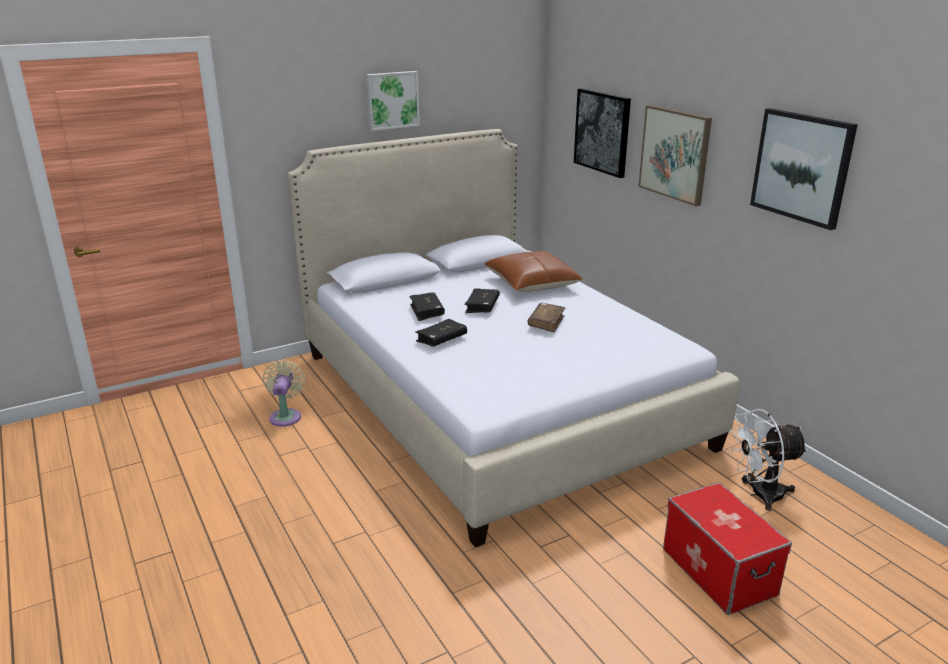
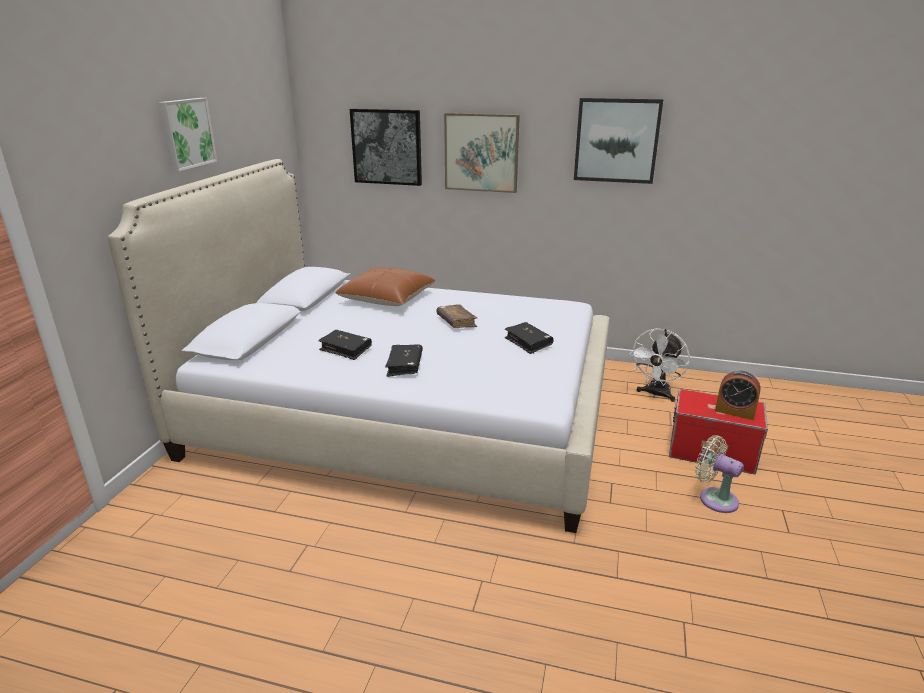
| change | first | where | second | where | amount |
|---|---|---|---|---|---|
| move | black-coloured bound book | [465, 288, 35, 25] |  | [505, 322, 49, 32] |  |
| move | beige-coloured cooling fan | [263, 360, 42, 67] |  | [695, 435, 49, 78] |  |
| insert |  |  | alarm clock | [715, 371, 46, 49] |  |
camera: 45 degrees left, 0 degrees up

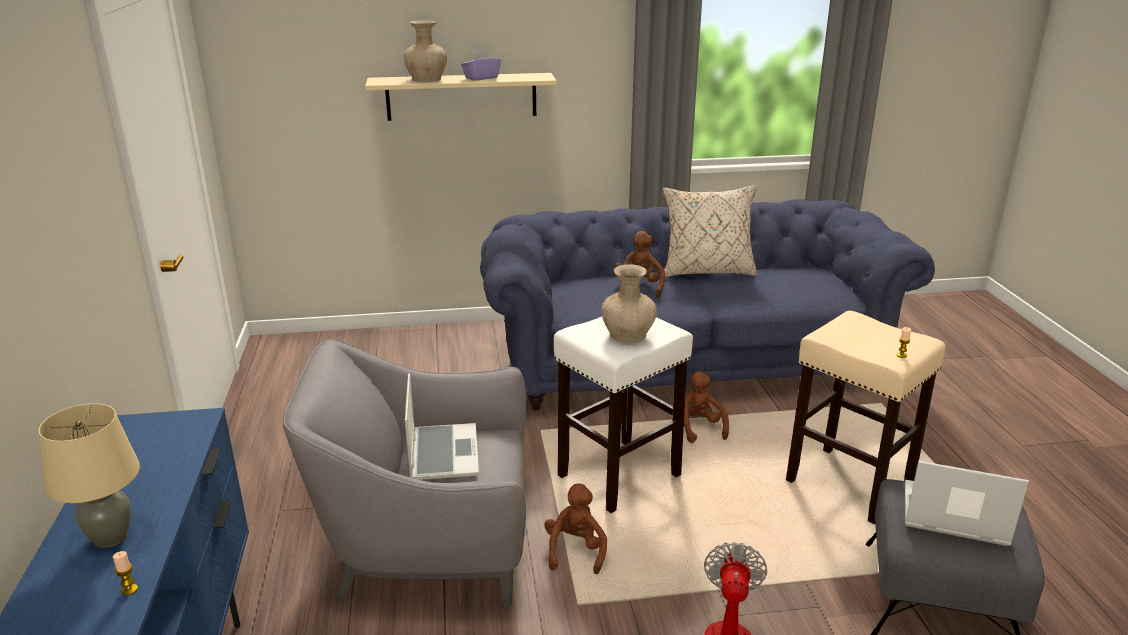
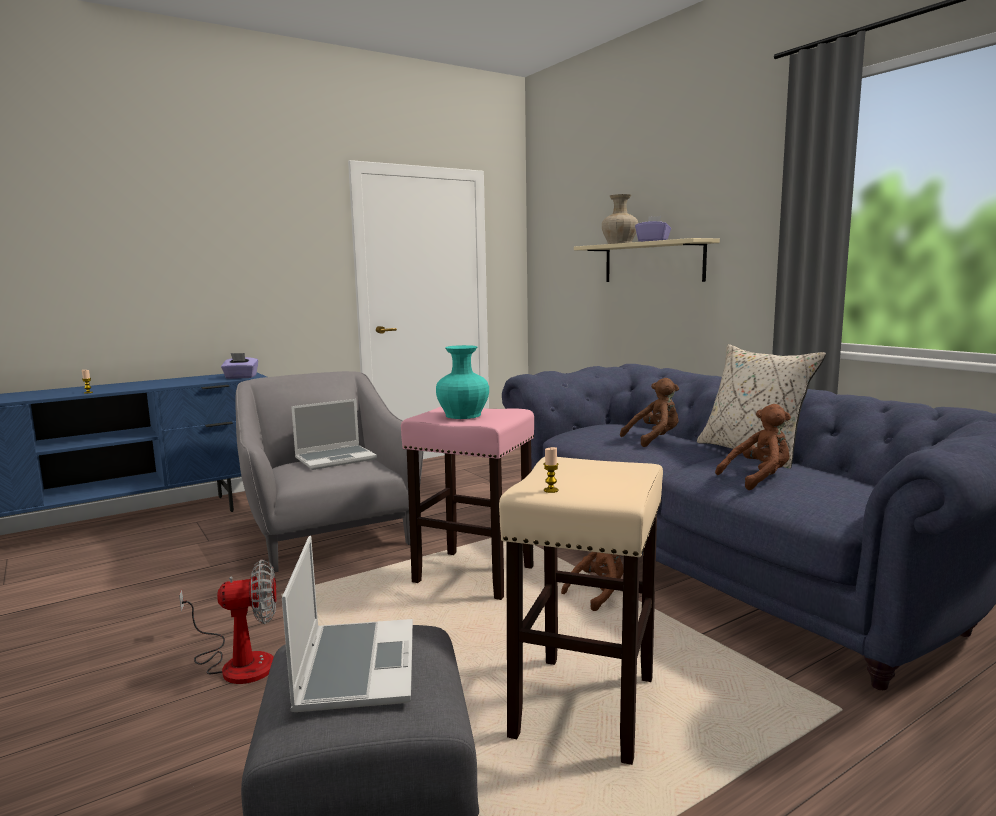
| change | first | where | second | where | amount |
|---|---|---|---|---|---|
| insert |  |  | purplish box of tissues | [221, 353, 37, 26] |  |
| recolor | white-coloured sitting stool | [554, 316, 139, 197] | pinkish sitting stool | [401, 407, 133, 193] |  |
| recolor | beige-coloured decorative vase | [601, 264, 56, 79] | turquoise-coloured decorative vase | [436, 345, 53, 74] |  |
| move | brownish plush toy | [544, 483, 63, 91] |  | [715, 404, 76, 86] |  |
| delete | beige-coloured lamp for a table | [38, 403, 102, 145] |  |  |  |
camera: 65 degrees right, 15 degrees down

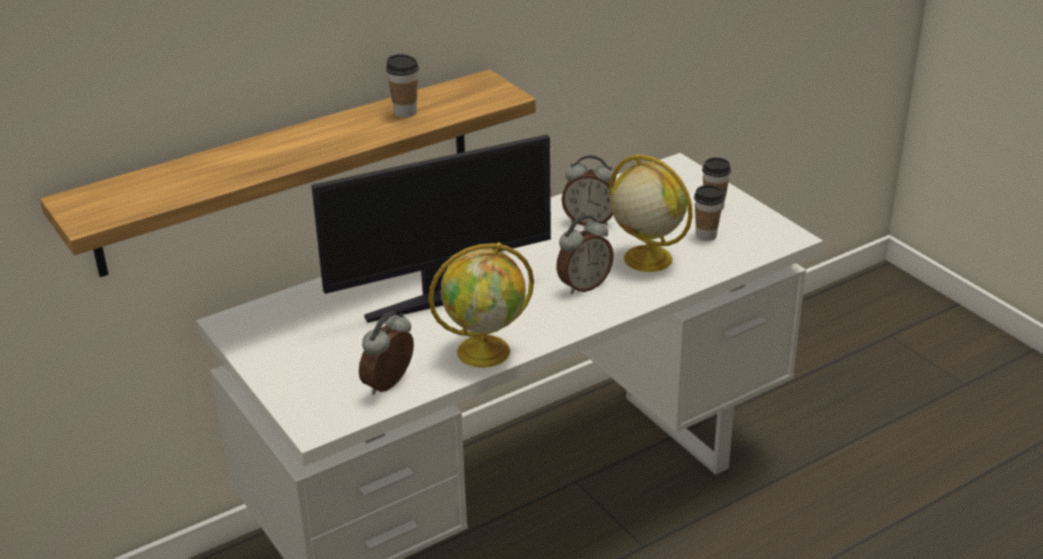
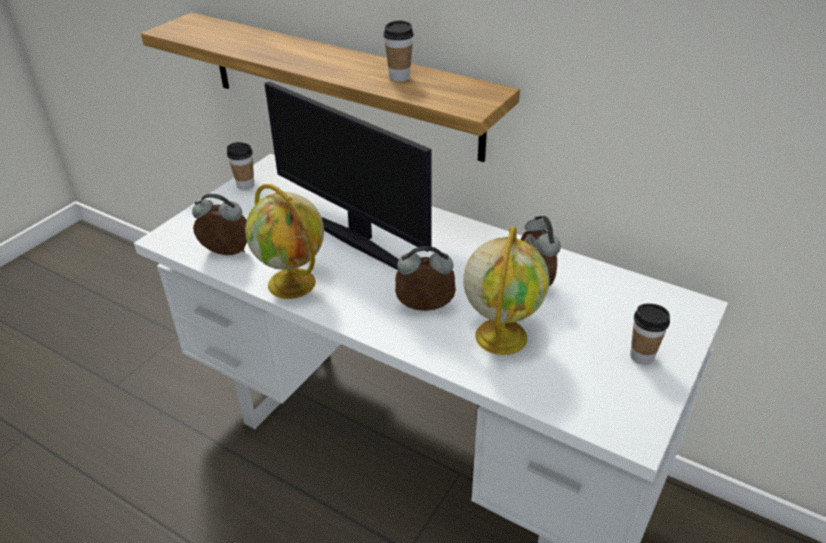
| change | first | where | second | where | amount |
|---|---|---|---|---|---|
| move | cup | [694, 185, 30, 56] |  | [227, 142, 27, 48] |  |
| rotate | alarm clock | [556, 215, 58, 79] |  | [395, 246, 61, 65] | 150 degrees clockwise |
camera: 65 degrees right, 5 degrees up

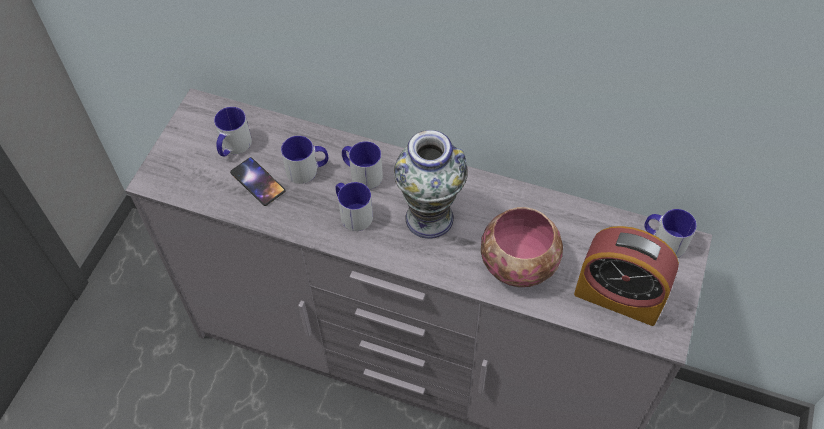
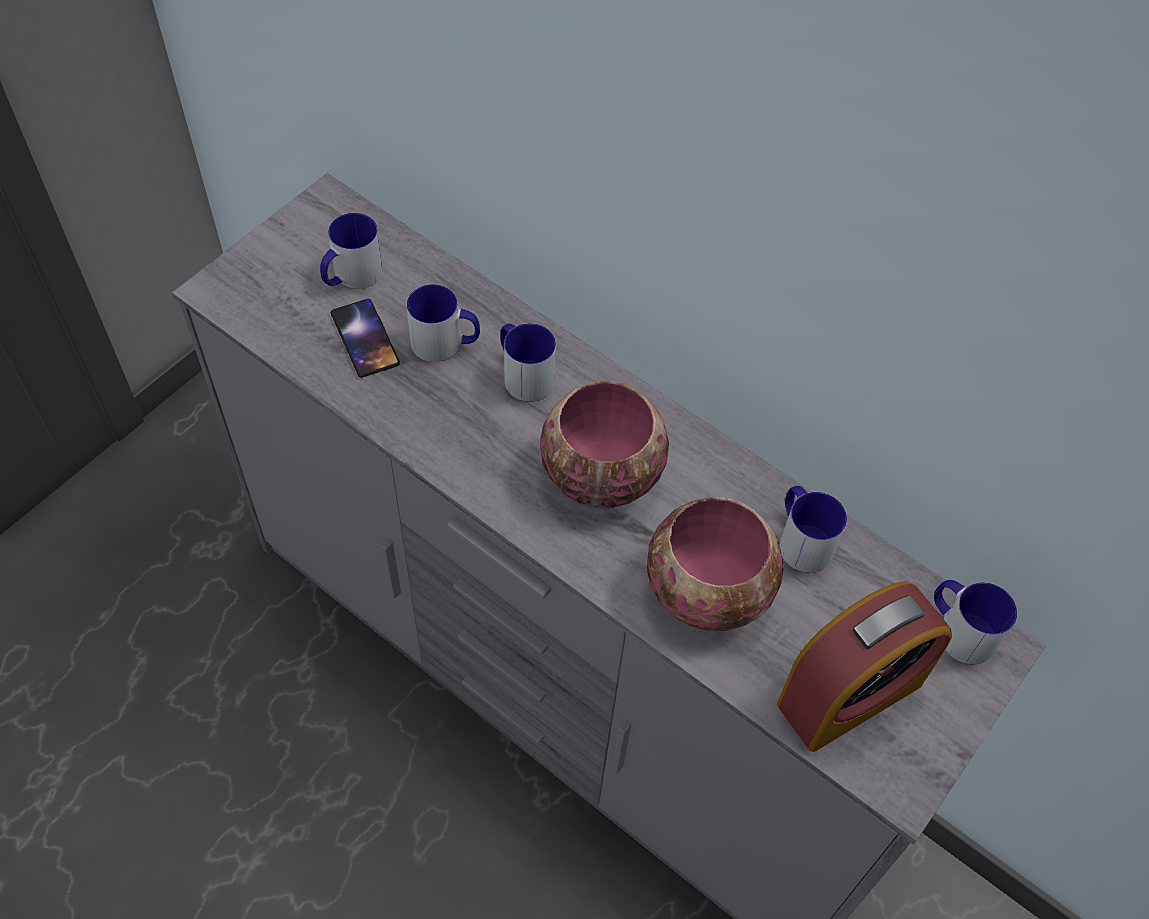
| change | first | where | second | where | amount |
|---|---|---|---|---|---|
| replace | decorative vase | [394, 130, 74, 109] | serving bowl | [540, 381, 129, 127] |  |
| rotate | alarm clock | [574, 226, 105, 100] |  | [777, 581, 175, 171] | 75 degrees counterclockwise |
| move | coffee mug | [335, 182, 38, 49] |  | [780, 486, 67, 87] |  |
camera: 15 degrees right, 0 degrees up

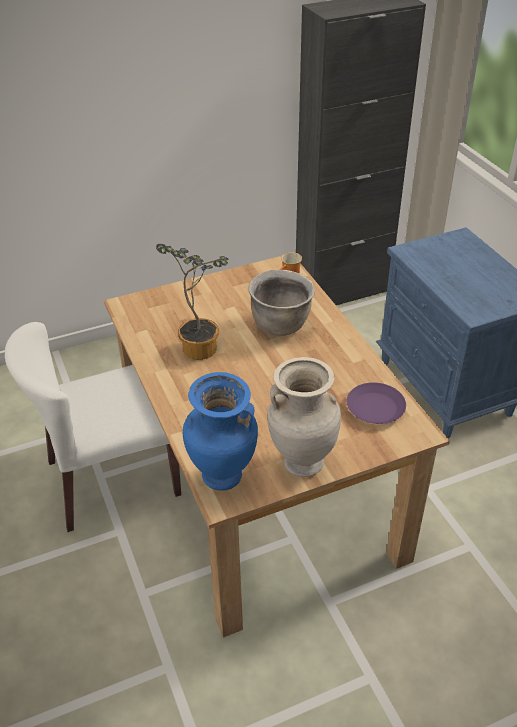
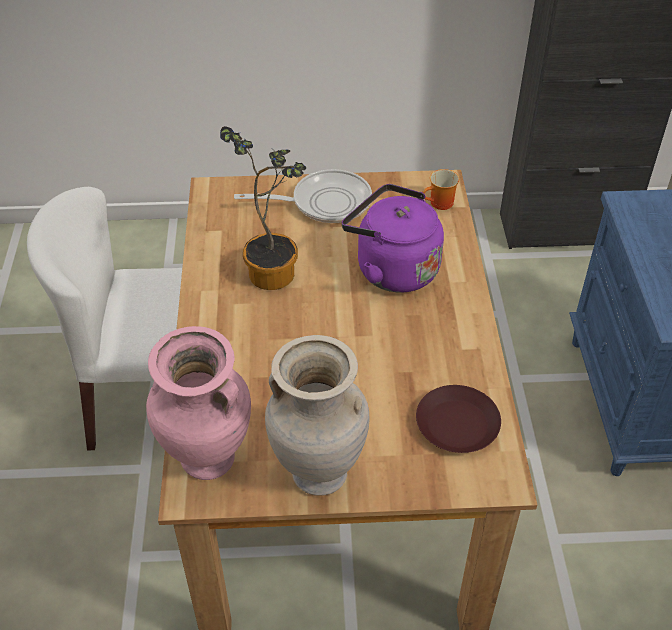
| change | first | where | second | where | amount |
|---|---|---|---|---|---|
| recolor | blue decorative vase | [183, 372, 75, 119] | pinkish decorative vase | [146, 326, 105, 154] |  |
| insert |  |  | frying pan | [234, 169, 138, 54] |  |
| replace | brownish saucepot | [249, 270, 66, 66] | purplish water kettle | [342, 184, 102, 109] |  |
| recolor | purplish dinner plate | [347, 382, 59, 42] | brownish dinner plate | [416, 385, 85, 68] |  |
camera: 20 degrees right, 5 degrees up

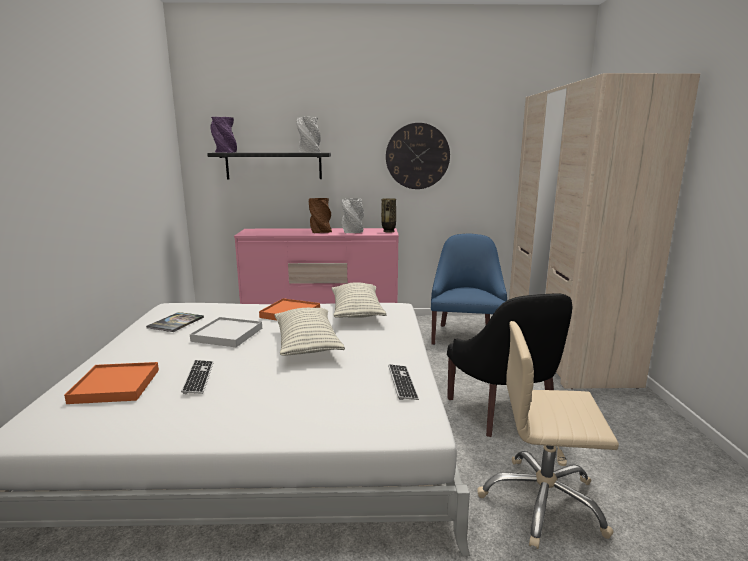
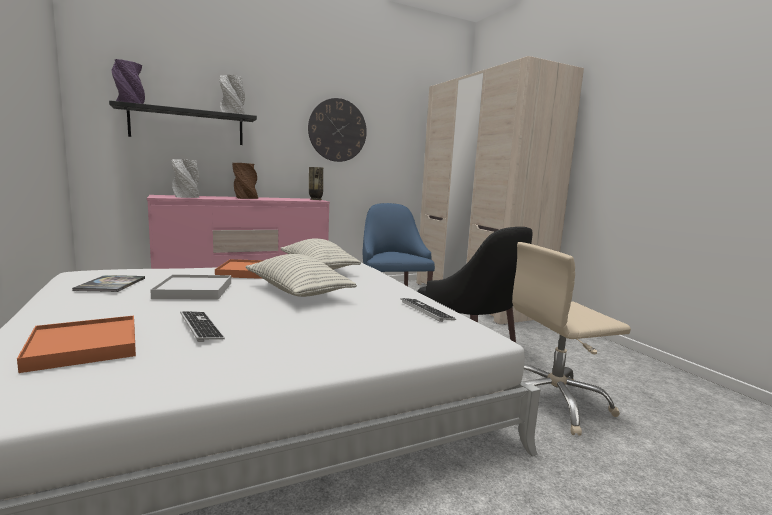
| change | first | where | second | where | amount |
|---|---|---|---|---|---|
| move | grey decorative vase | [342, 198, 22, 35] |  | [172, 159, 27, 39] |  |
camera: 25 degrees left, 5 degrees down

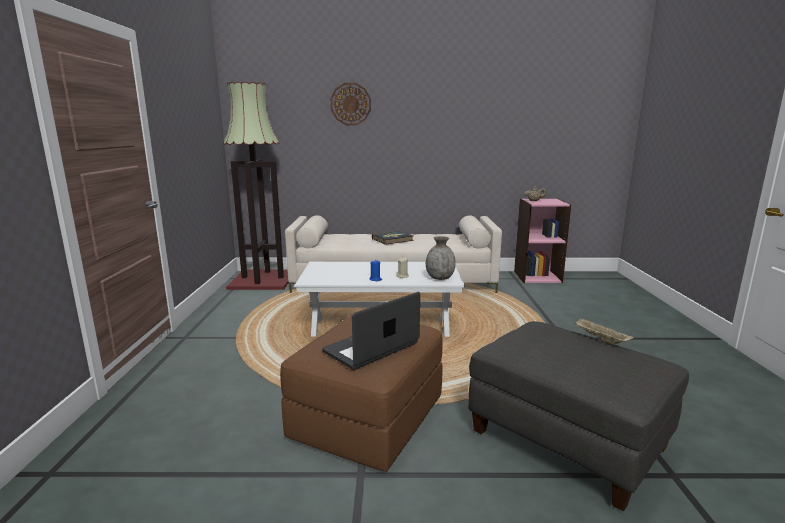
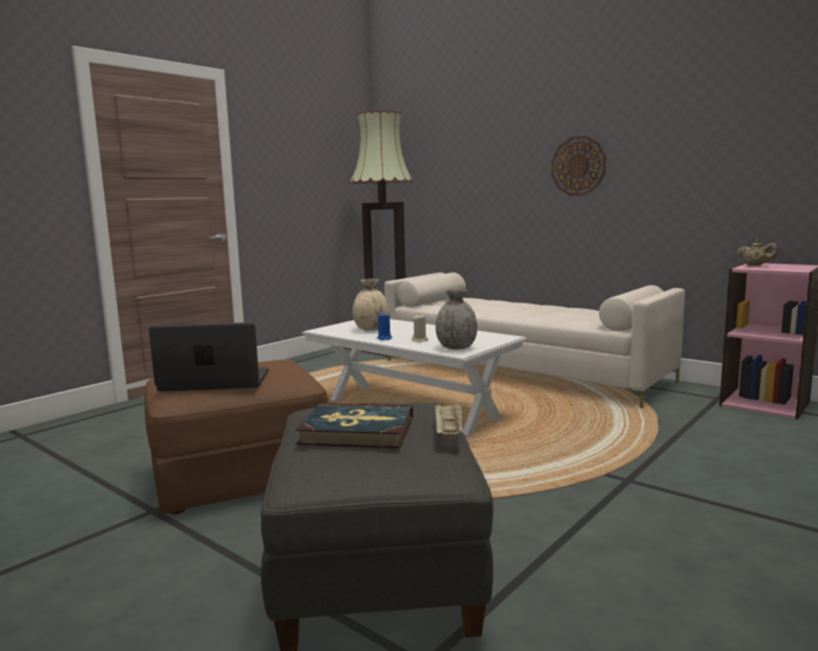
| change | first | where | second | where | amount |
|---|---|---|---|---|---|
| move | bound book | [372, 231, 42, 14] |  | [295, 403, 118, 45] |  |
| insert |  |  | beige-coloured decorative vase | [353, 279, 36, 52] |  |
| move | hanging clock | [330, 83, 41, 42] |  | [551, 136, 55, 60] |  |
camera: 40 degrees right, 5 degrees down

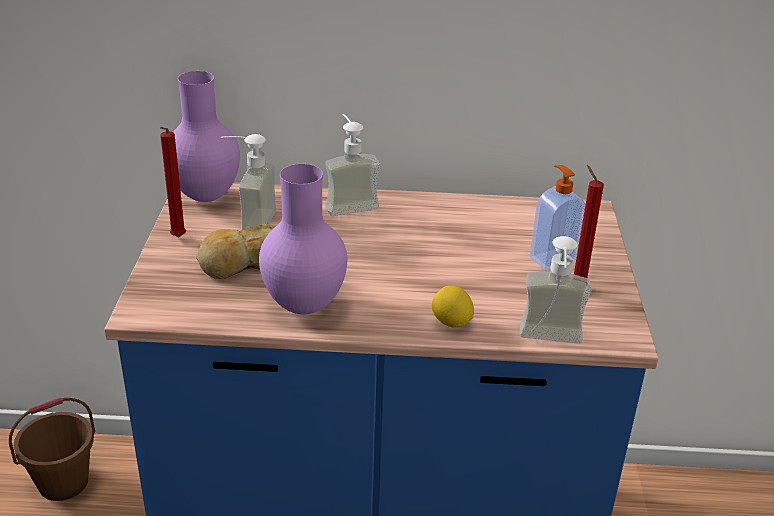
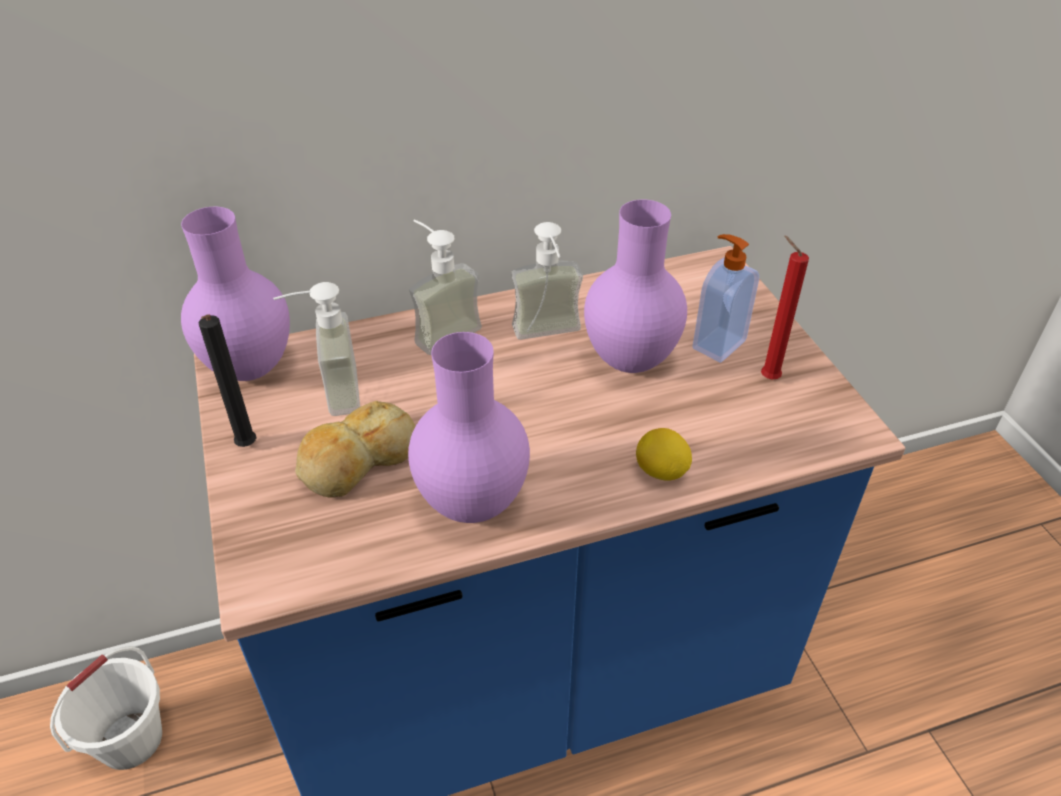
| change | first | where | second | where | amount |
|---|---|---|---|---|---|
| recolor | brownish bucket | [9, 397, 86, 104] | white-coloured bucket | [50, 646, 112, 124] |  |
| recolor | red wax candle | [160, 127, 26, 110] | black-coloured wax candle | [199, 314, 57, 133] |  |
| move | soap bottle | [520, 236, 71, 108] |  | [511, 222, 72, 118] |  |
| insert |  |  | purplish decorative vase | [584, 199, 103, 174] |  |
camera: 20 degrees left, 10 degrees up

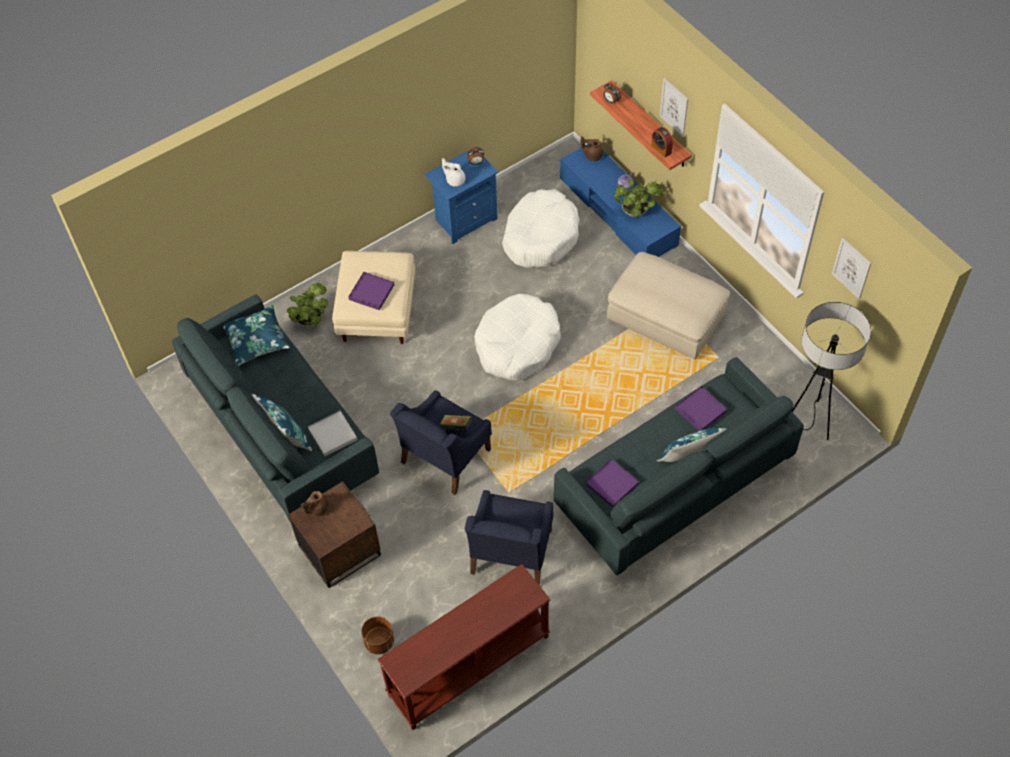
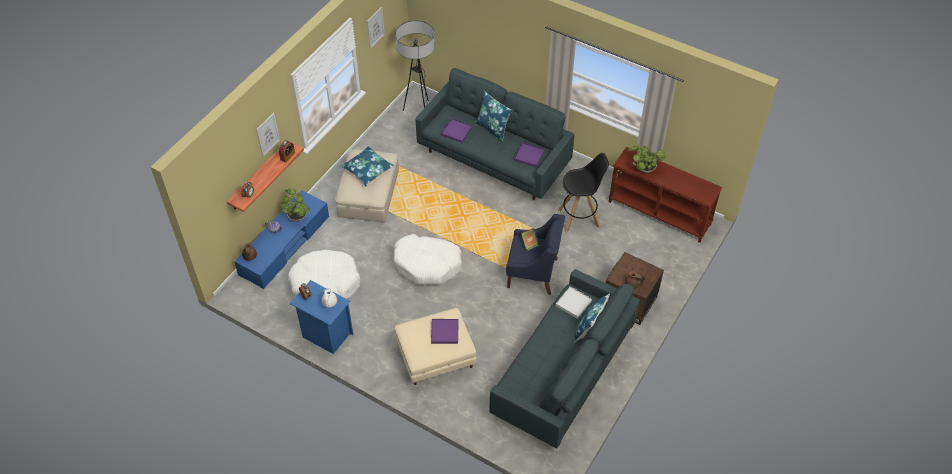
| change | first | where | second | where | amount |
|---|---|---|---|---|---|
| move | blue pillow | [223, 305, 67, 61] |  | [341, 146, 54, 41] |  |
| replace | blue easy chair | [465, 490, 89, 95] | black-coloured sitting stool | [558, 153, 51, 80] |  |
| move | plant in a pot | [287, 283, 41, 44] |  | [628, 145, 38, 28] |  |
| delete | brownish flower pot | [361, 616, 33, 38] |  |  |  |
camera: 115 degrees left, 5 degrees down

